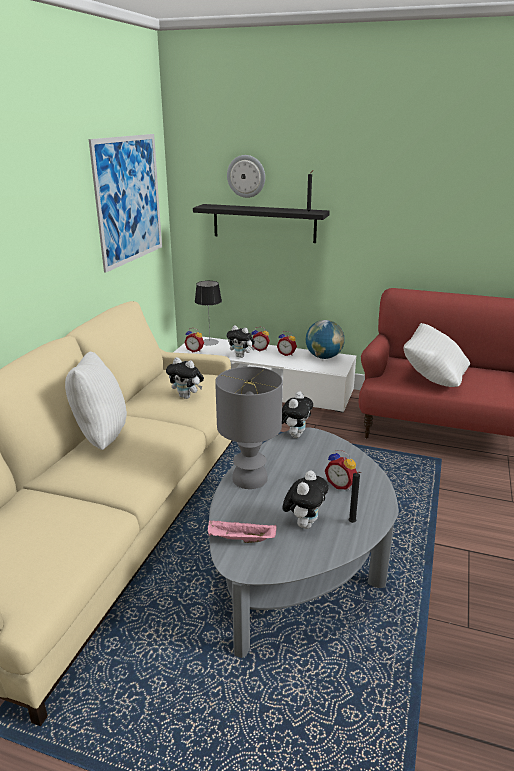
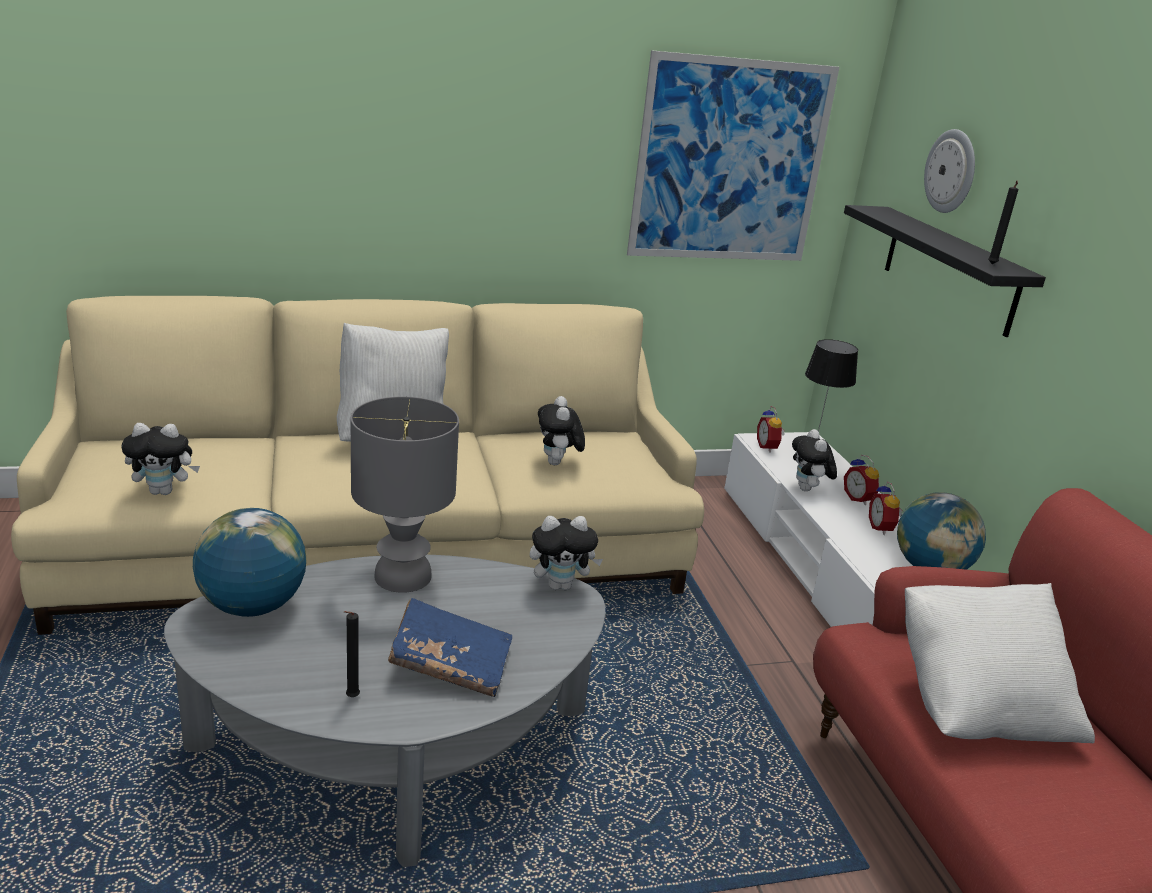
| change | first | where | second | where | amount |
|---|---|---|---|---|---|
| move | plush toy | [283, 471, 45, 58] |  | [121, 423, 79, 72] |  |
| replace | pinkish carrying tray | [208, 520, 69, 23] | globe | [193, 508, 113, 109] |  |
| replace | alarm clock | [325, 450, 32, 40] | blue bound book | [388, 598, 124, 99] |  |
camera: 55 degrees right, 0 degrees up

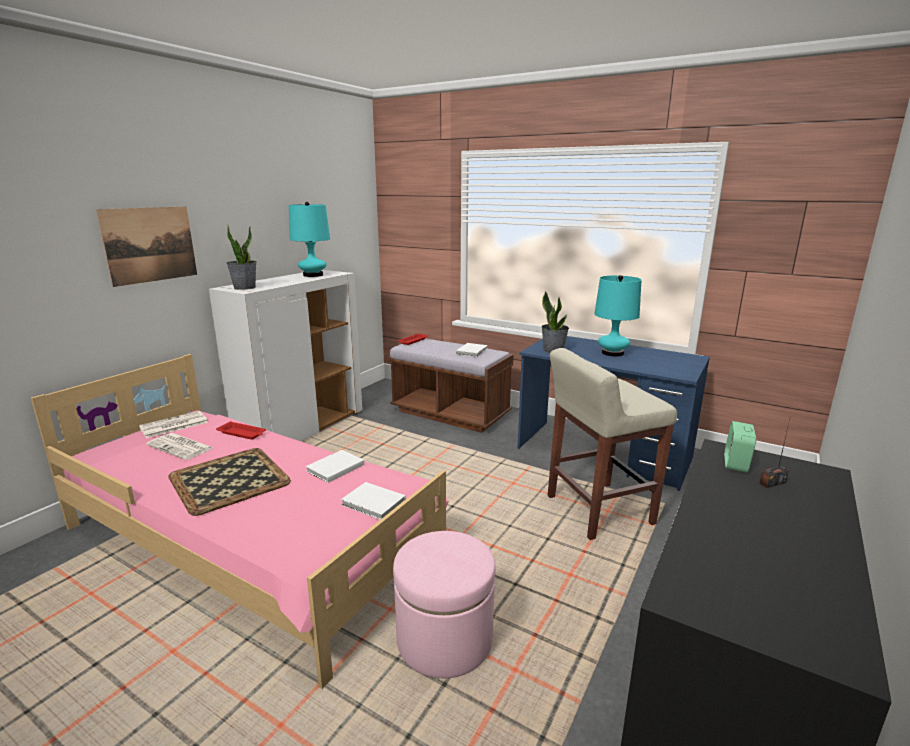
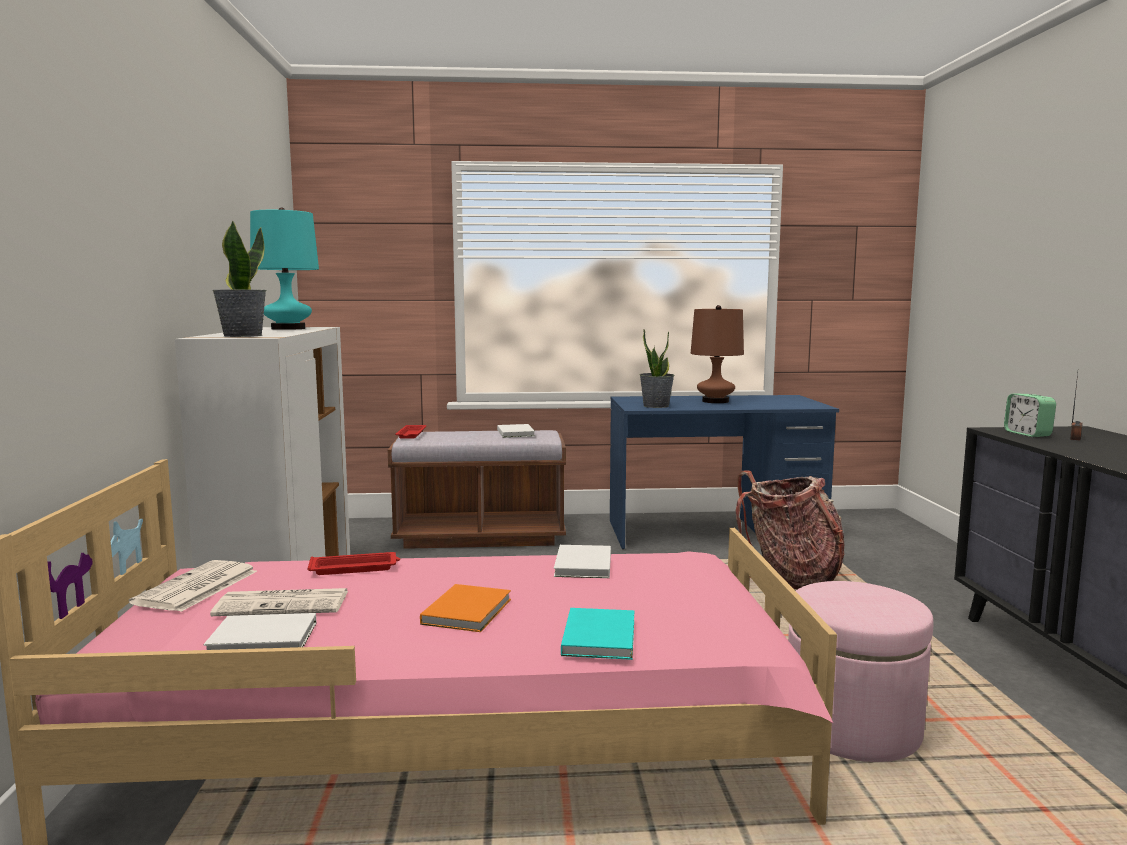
| change | first | where | second | where | amount |
|---|---|---|---|---|---|
| move | white-coloured bound book | [341, 482, 65, 38] |  | [203, 613, 113, 37] |  |
| replace | carrying tray | [168, 448, 123, 68] | orange-coloured bound book | [420, 584, 91, 48] |  |
| insert |  |  | turquoise-coloured bound book | [561, 608, 73, 52] |  |
| recolor | turquoise-coloured lamp for a table | [594, 275, 47, 81] | brownish lamp for a table | [691, 305, 53, 98] |  |
| replace | beige-coloured sitting stool | [548, 348, 129, 192] | knapsack | [736, 470, 108, 119] |  |
| delete | picture | [96, 206, 101, 81] |  |  |  |
camera: 35 degrees left, 10 degrees down

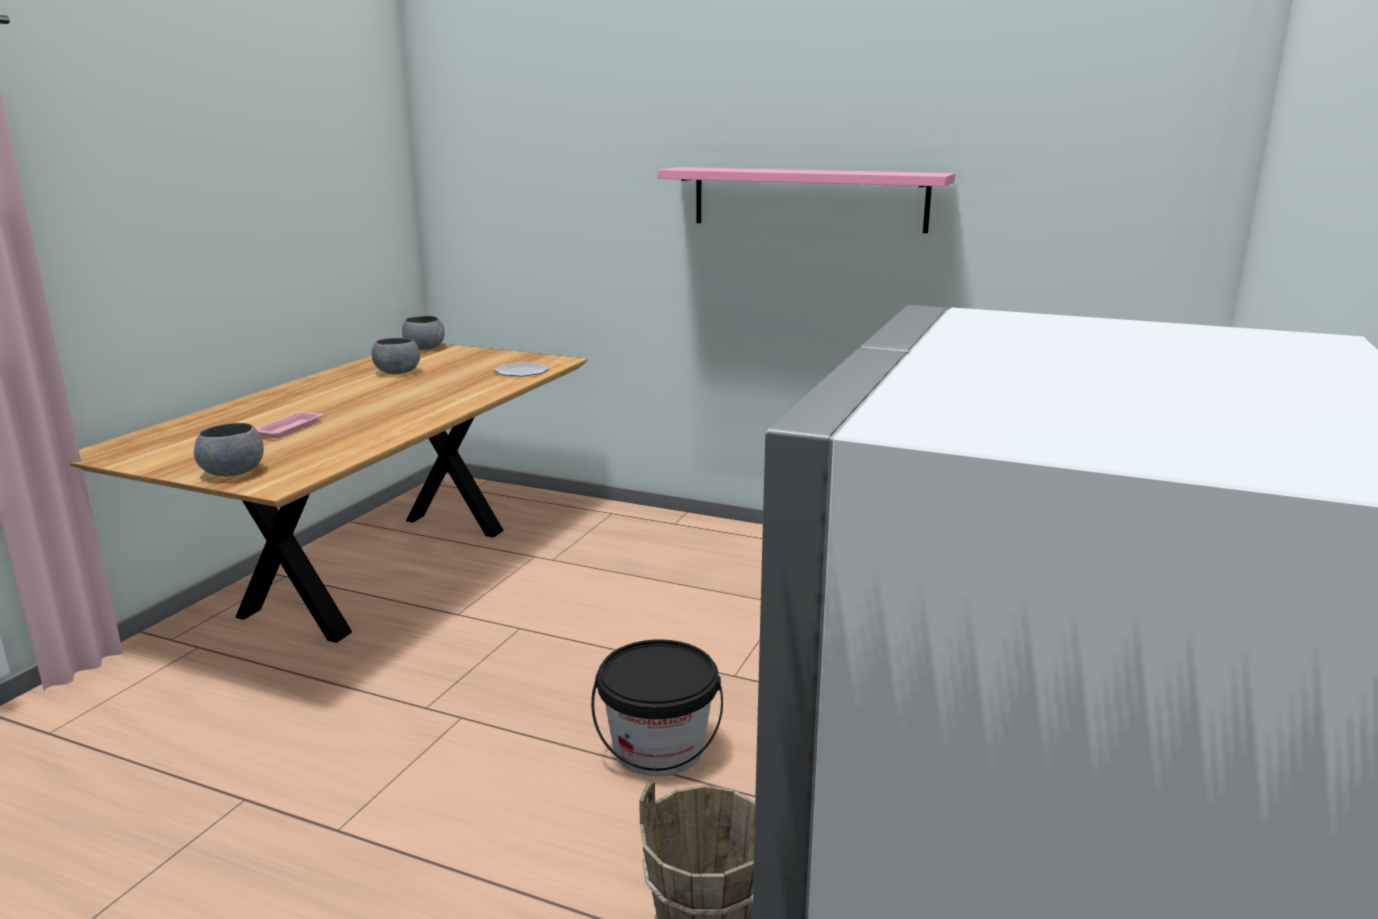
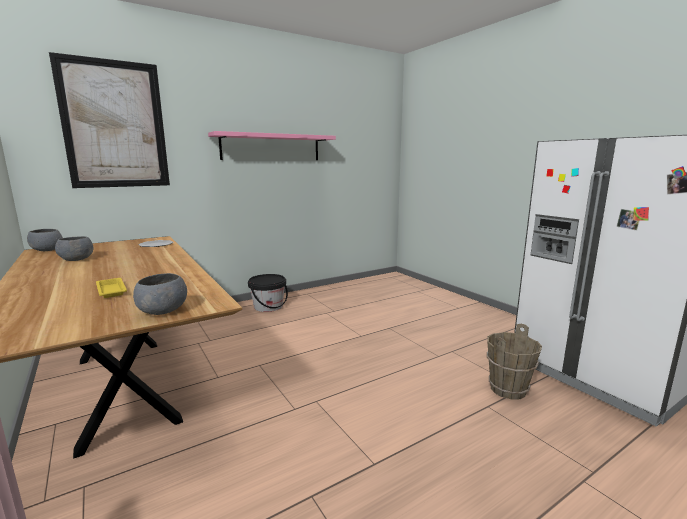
| change | first | where | second | where | amount |
|---|---|---|---|---|---|
| insert |  |  | picture | [49, 52, 121, 136] |  |
| recolor | pinkish carrying tray | [256, 411, 68, 27] | yellowish carrying tray | [96, 278, 31, 20] |  |
| move | black-coloured bucket | [591, 639, 132, 138] |  | [248, 274, 40, 38] |  |
camera: 55 degrees left, 5 degrees down

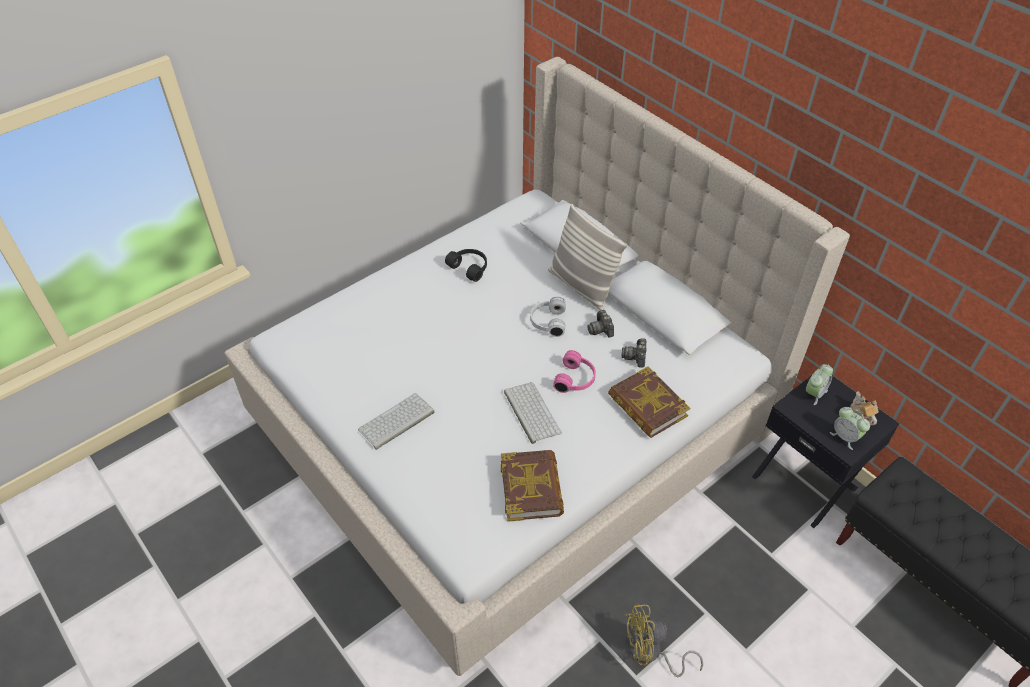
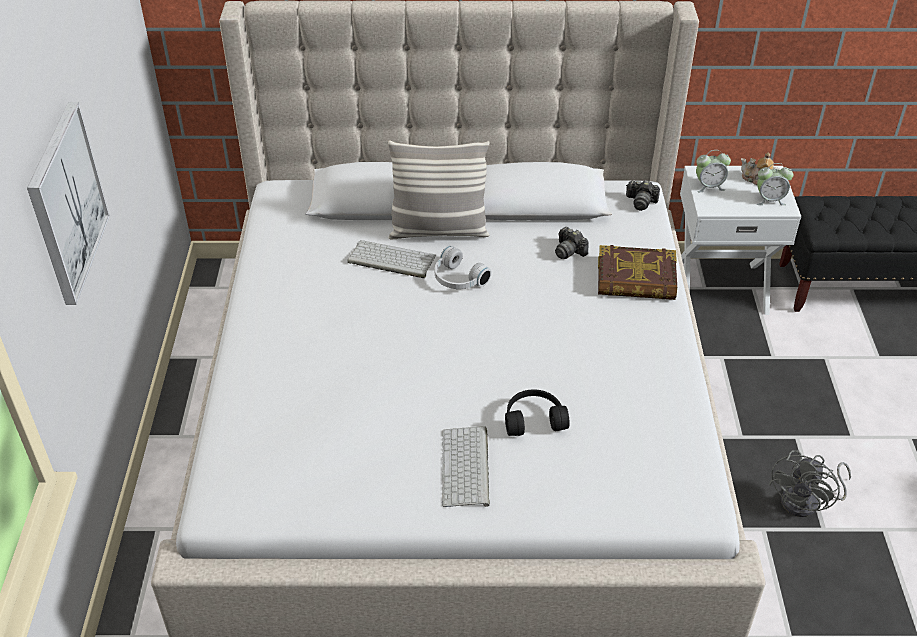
| change | first | where | second | where | amount |
|---|---|---|---|---|---|
| insert |  |  | picture | [27, 102, 83, 203] |  |
| move | PC keyboard | [504, 382, 58, 62] |  | [347, 240, 89, 38] |  |
| move | black-coloured headset | [445, 249, 42, 33] |  | [505, 389, 65, 47] |  |
| move | photo camera | [587, 310, 27, 28] |  | [626, 180, 34, 31] |  |
| recolor | black-coloured night table | [752, 374, 147, 154] | white-coloured night table | [680, 166, 121, 149] |  |
| rotate | alarm clock | [806, 364, 27, 41] |  | [696, 150, 35, 42] | 90 degrees clockwise |
| recolor | yellowish cooling fan | [625, 603, 78, 74] | grey cooling fan | [769, 450, 82, 67] |  |
| delete | bound book | [501, 450, 63, 72] |  |  |  |
| delete | pinkish headset | [553, 350, 43, 43] |  |  |  |
camera: 50 degrees left, 5 degrees down

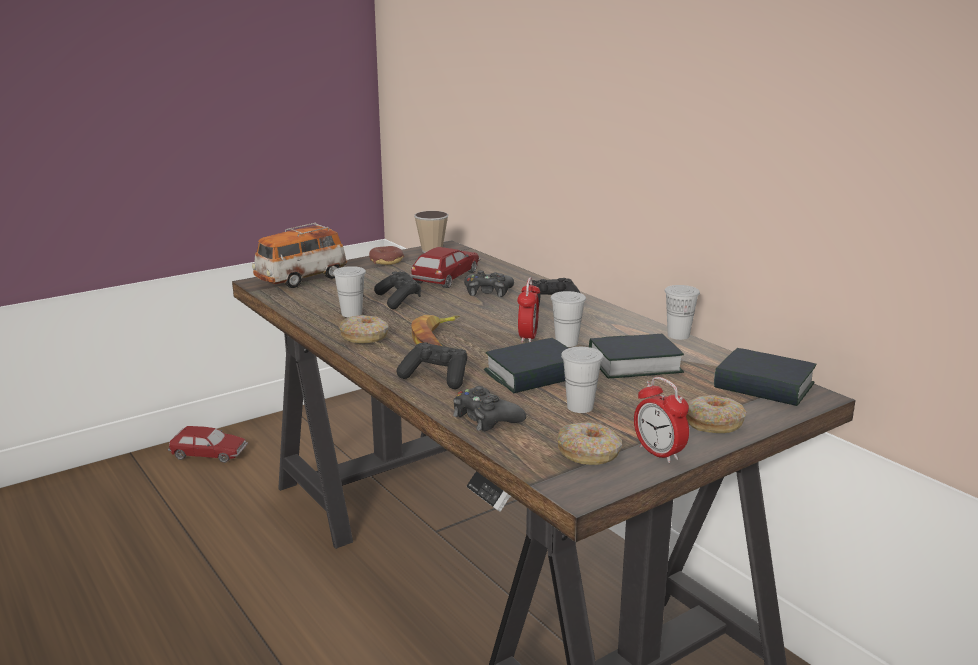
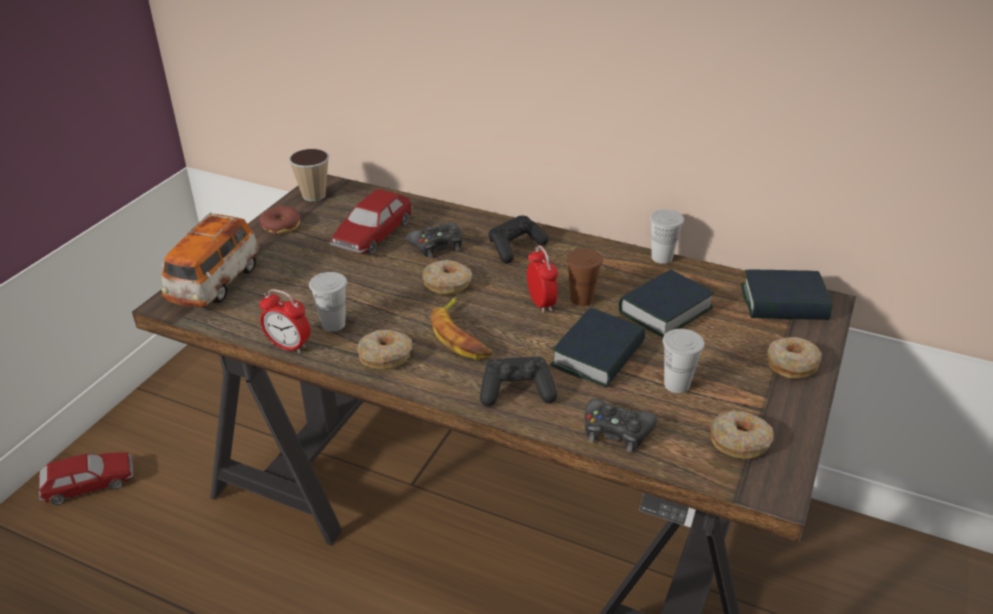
| change | first | where | second | where | amount |
|---|---|---|---|---|---|
| move | alarm clock | [634, 377, 55, 86] |  | [260, 289, 50, 64] |  |
| rotate | model car | [410, 247, 71, 41] |  | [329, 189, 84, 65] | 150 degrees counterclockwise |
| insert |  |  | ring doughnut | [422, 260, 50, 35] |  |
| recolor | white-coloured cup | [551, 291, 35, 56] | brownish cup | [566, 248, 37, 58] |  |
| delete | black-coloured joypad | [374, 271, 47, 38] |  |  |  |
camera: 30 degrees left, 15 degrees up

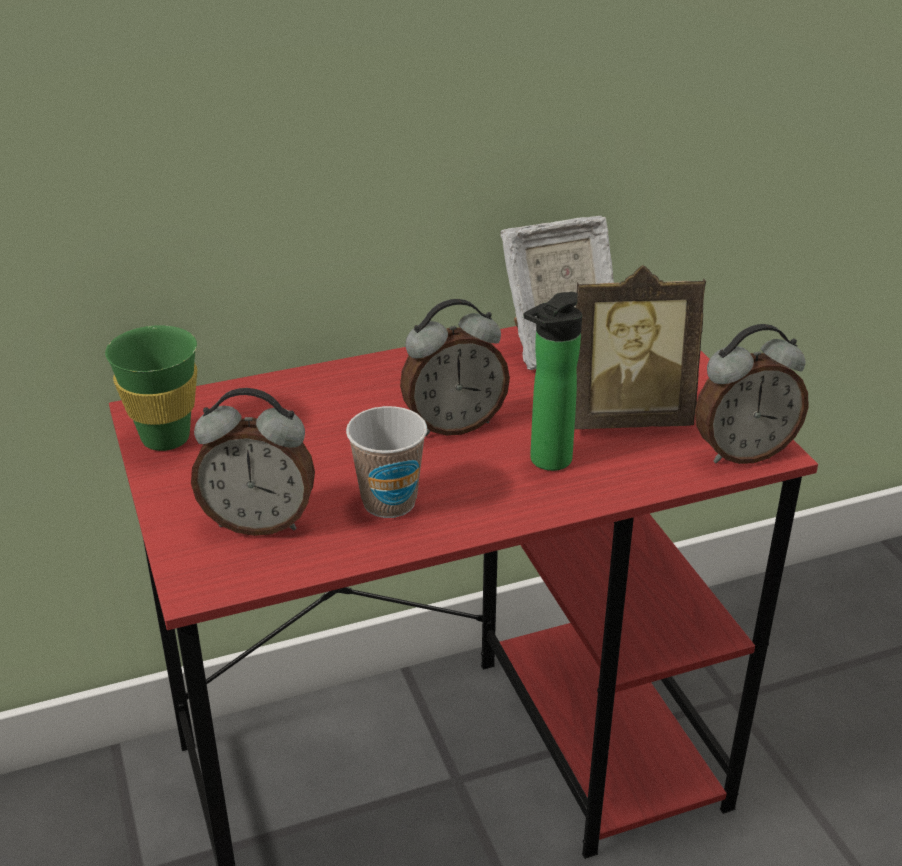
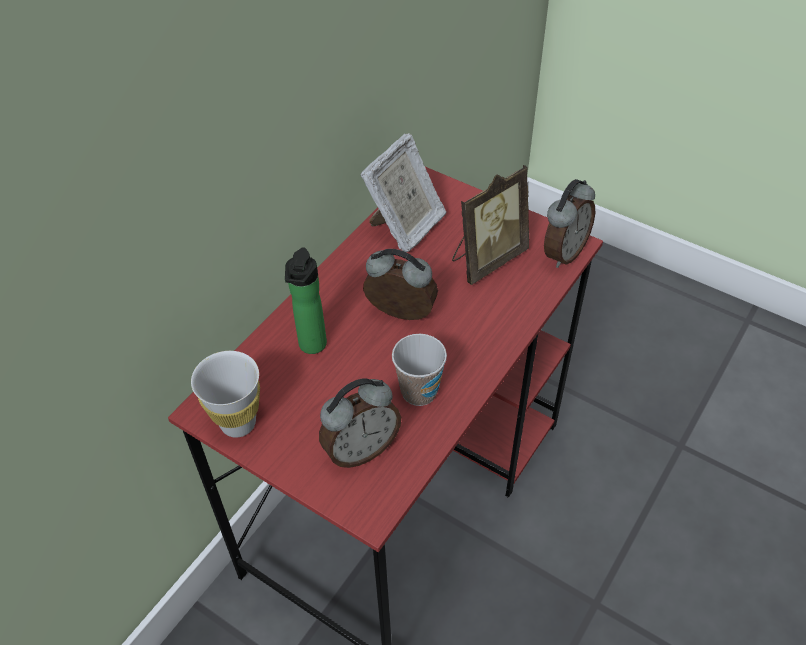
| change | first | where | second | where | amount |
|---|---|---|---|---|---|
| recolor | greenish cup | [105, 325, 92, 126] | white-coloured cup | [191, 351, 69, 87] |  |
| move | drink bottle | [523, 292, 59, 179] |  | [285, 247, 42, 107] |  |
| rotate | alarm clock | [400, 299, 110, 137] |  | [363, 249, 75, 71] | 105 degrees counterclockwise |
camera: 35 degrees left, 15 degrees up

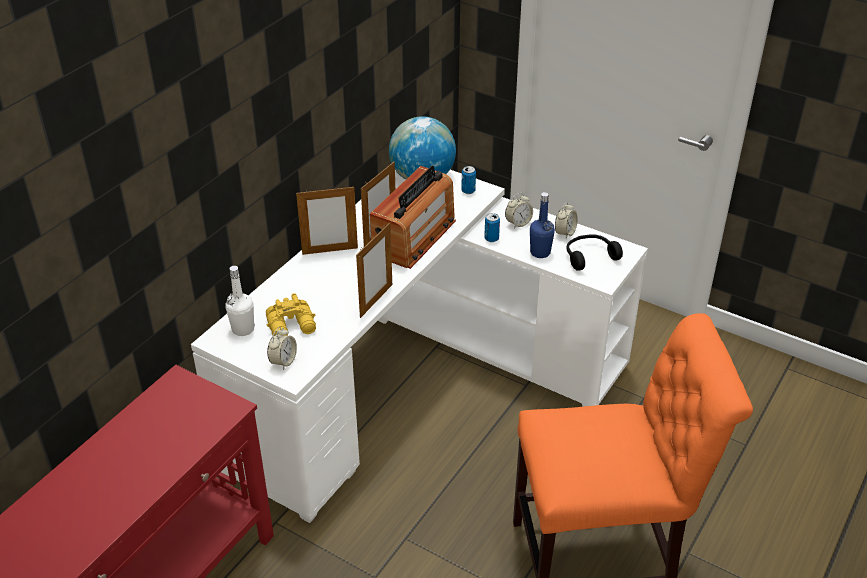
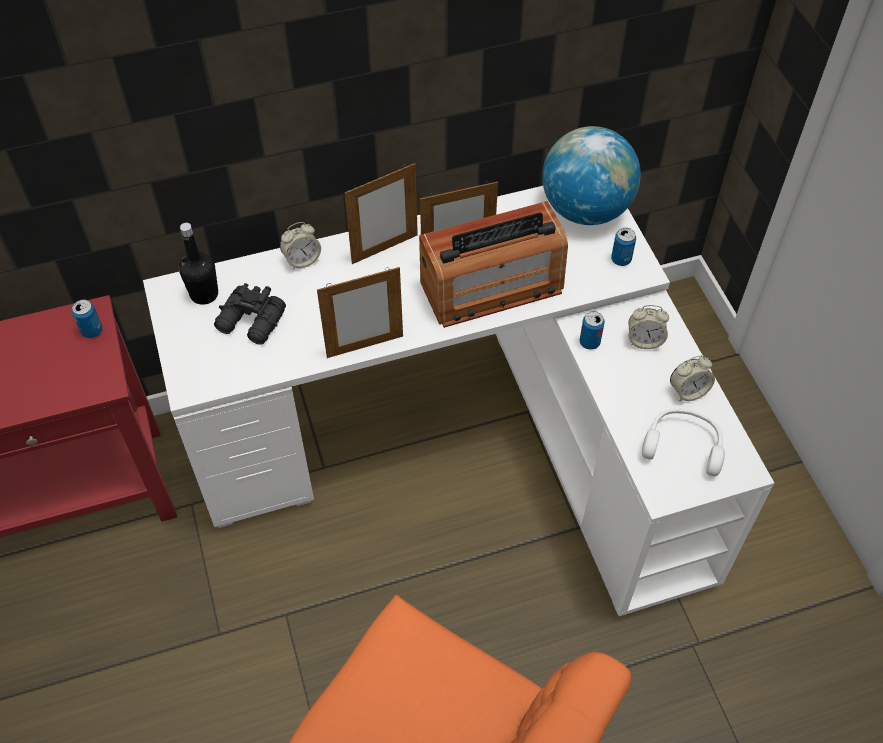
| change | first | where | second | where | amount |
|---|---|---|---|---|---|
| insert |  |  | metal can | [72, 300, 31, 38] |  |
| recolor | white-coloured drink bottle | [225, 266, 30, 70] | black-coloured drink bottle | [179, 223, 39, 82] |  |
| recolor | yellowish field glasses | [266, 293, 50, 43] | black-coloured field glasses | [214, 283, 72, 62] |  |
| move | alarm clock | [267, 327, 30, 43] |  | [280, 222, 41, 48] |  |
| rotate | picture frame | [296, 185, 62, 70] |  | [345, 163, 73, 101] | 60 degrees counterclockwise |
| recolor | black-coloured headset | [566, 234, 57, 37] | white-coloured headset | [642, 409, 83, 67] |  |
| delete | blue drink bottle | [530, 192, 25, 66] |  |  |  |
camera: 40 degrees right, 15 degrees up

